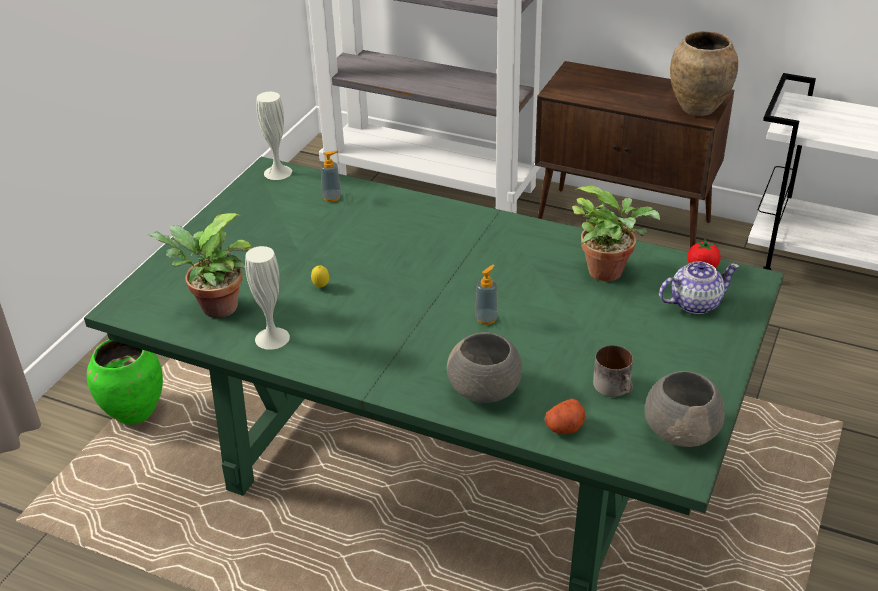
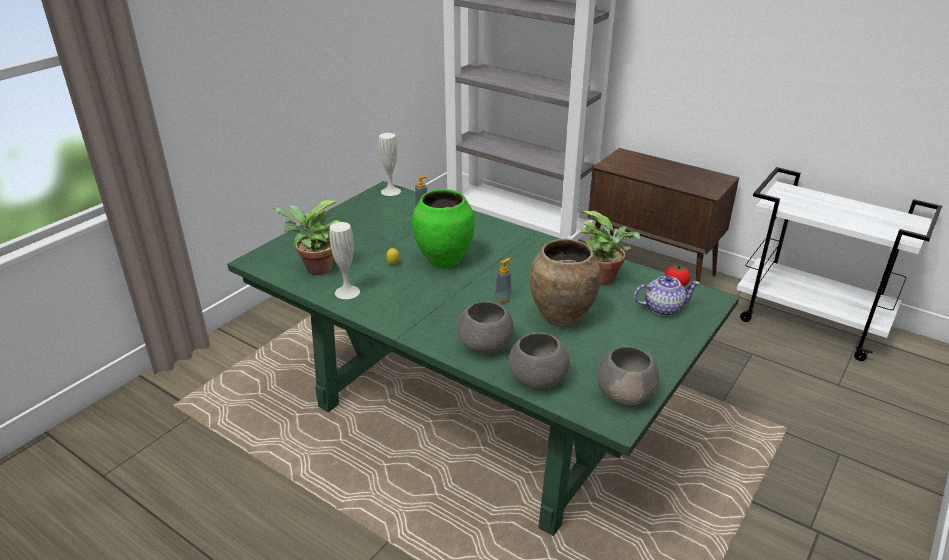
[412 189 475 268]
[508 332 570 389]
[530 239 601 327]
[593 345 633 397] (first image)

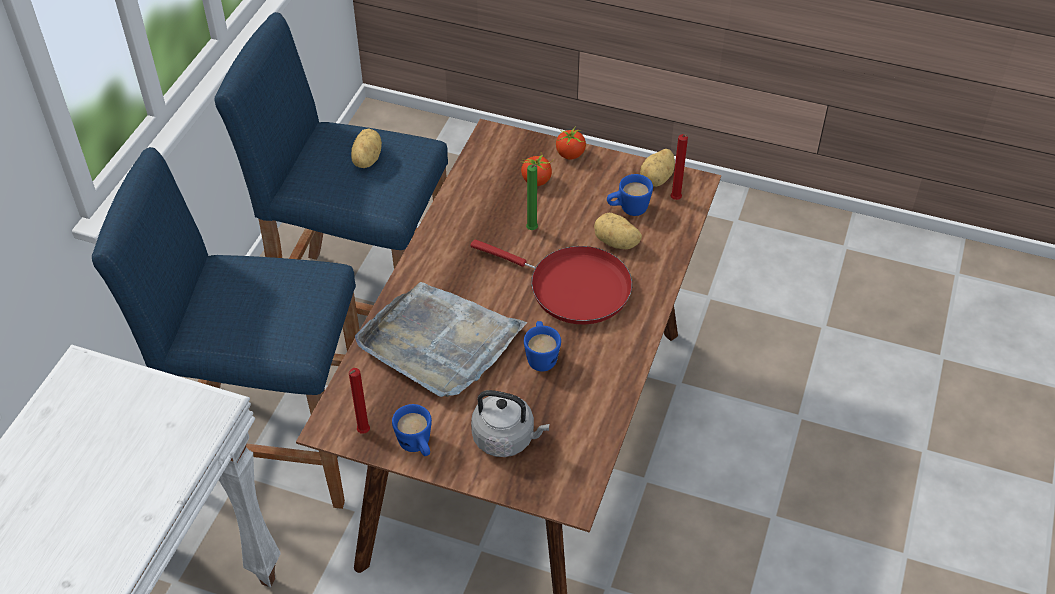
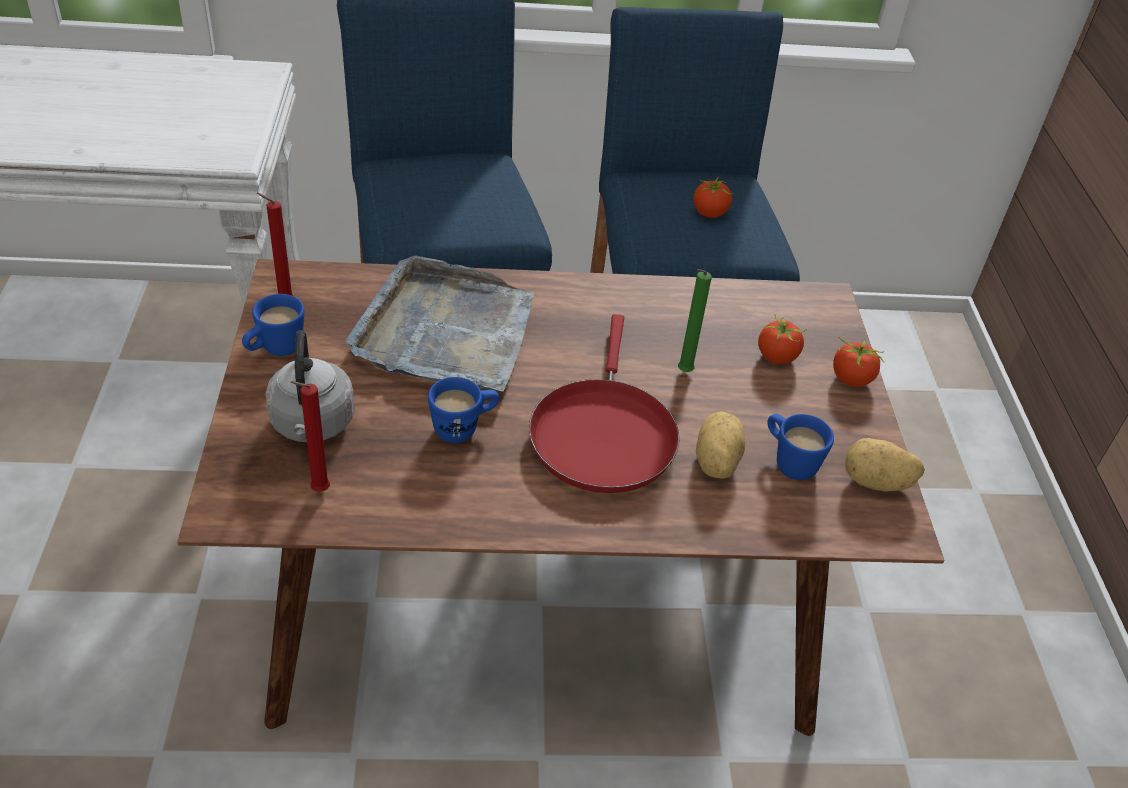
[290 381 330 492]
[693 176 734 218]

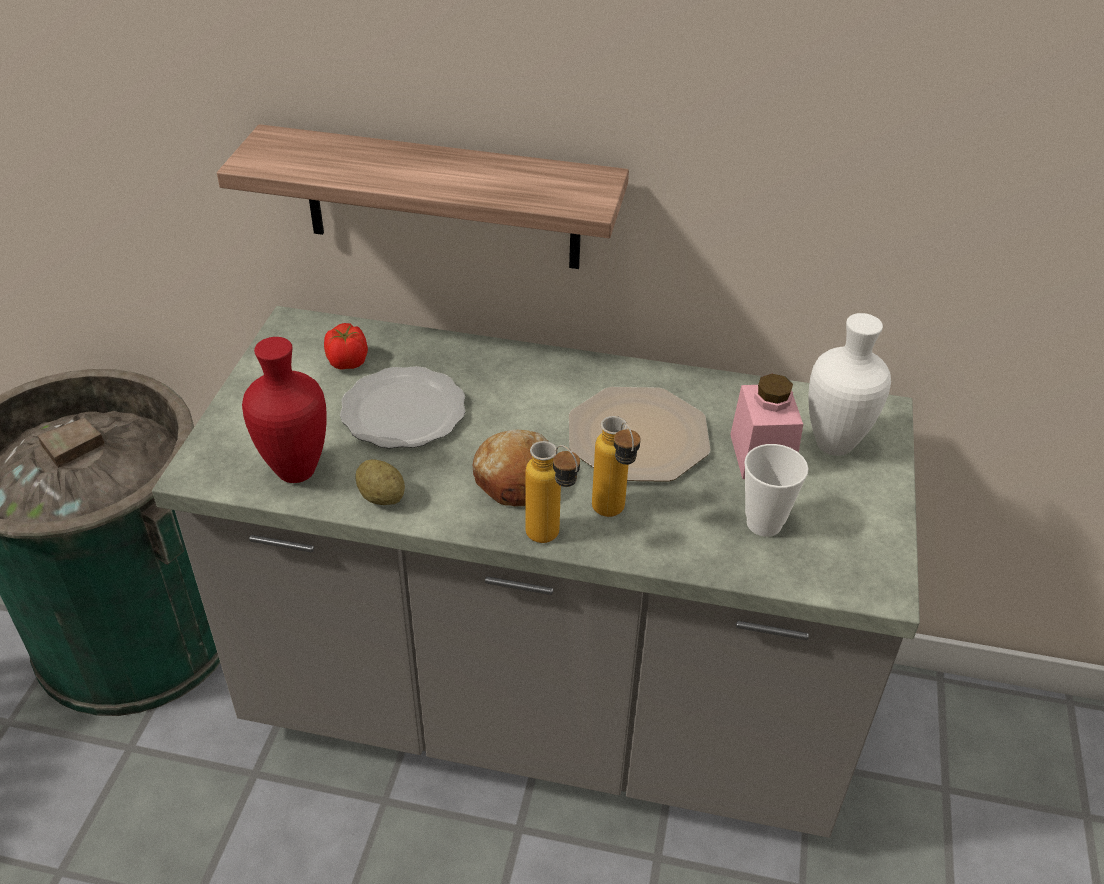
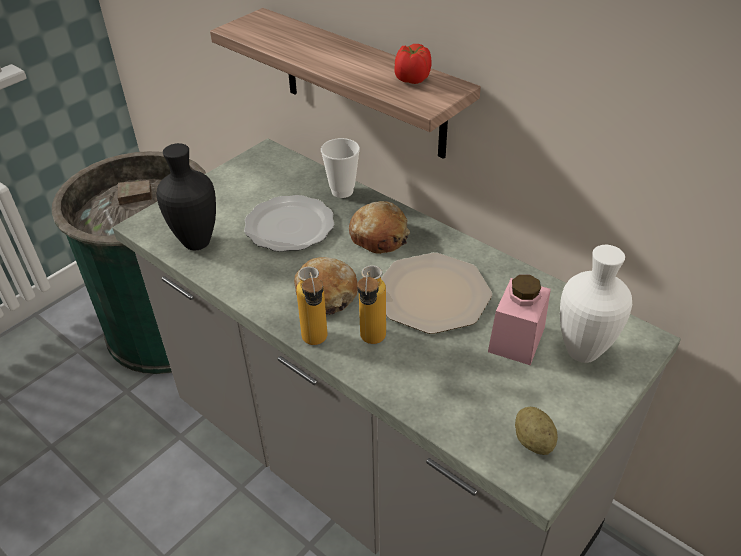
[156 143 216 250]
[321 138 360 198]
[349 201 410 254]
[395 44 431 84]
[515 407 558 455]

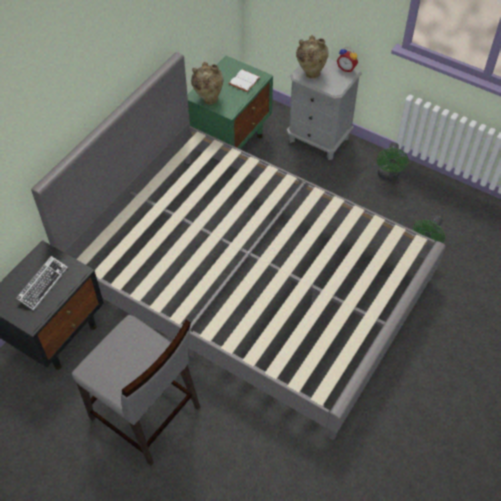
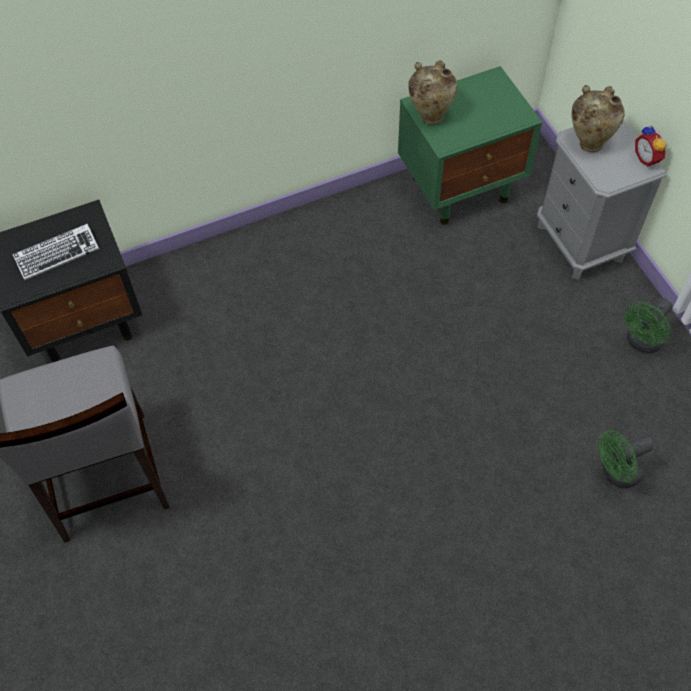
[31 52 446 440] (first image)
[229 69 261 92] (first image)

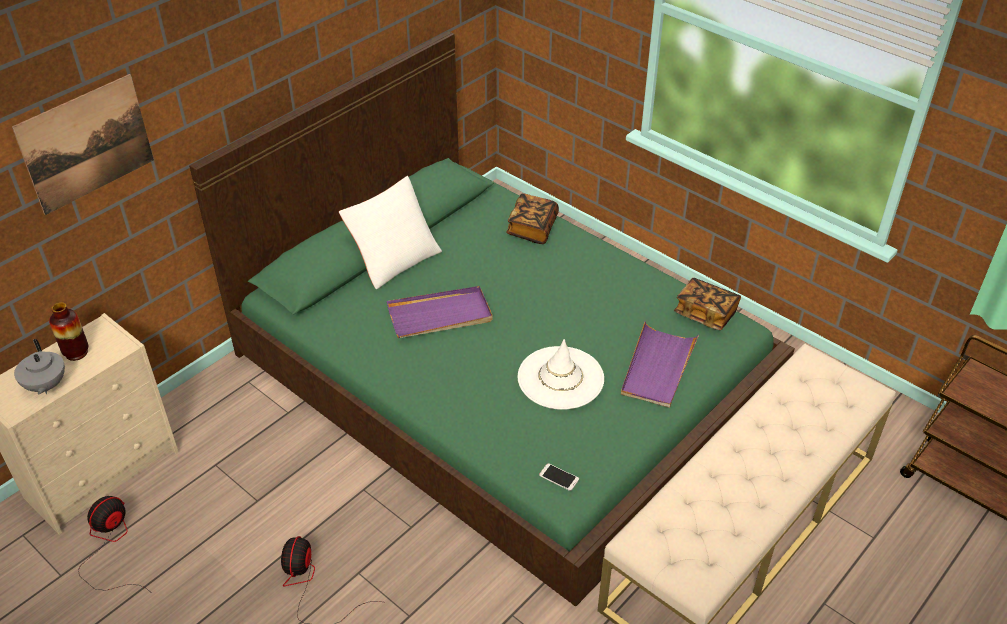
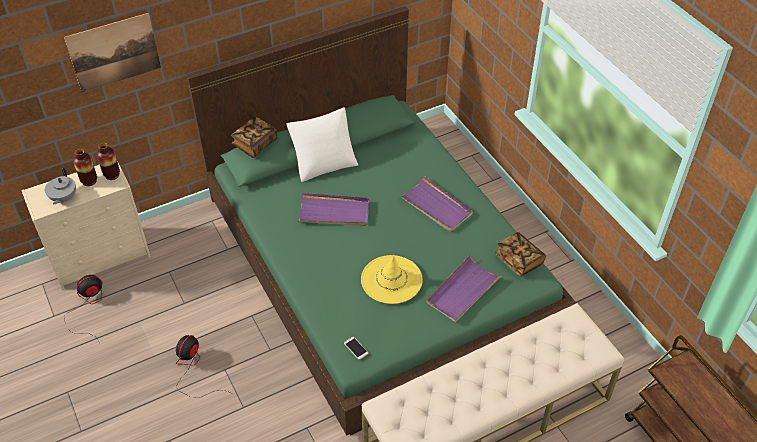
[97 143 120 180]
[231 116 277 158]
[361 255 423 304]
[399 176 473 232]

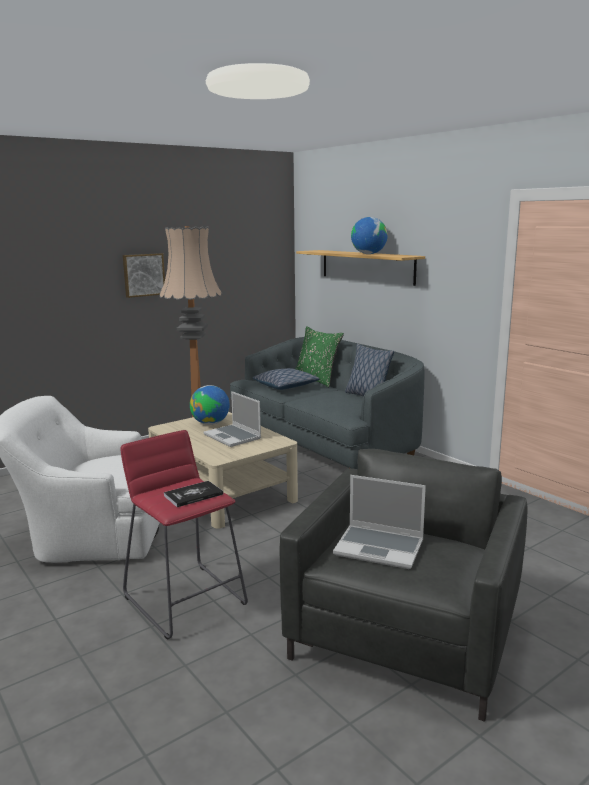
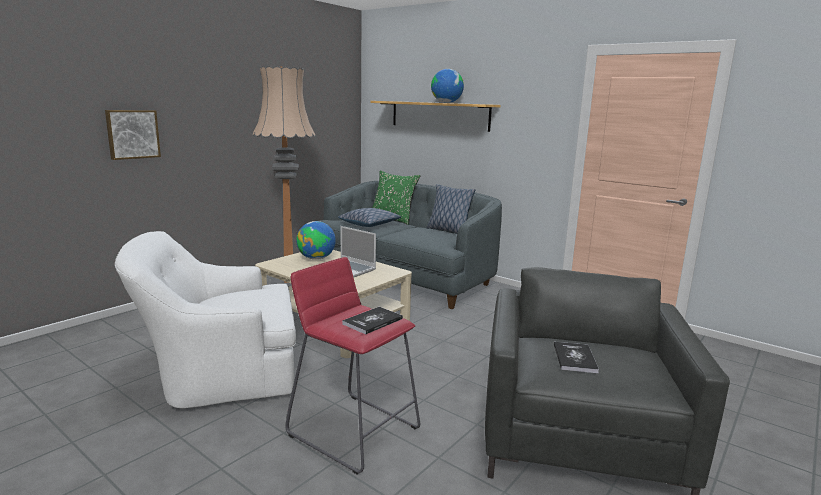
[105 110 161 160]
[554 342 599 373]

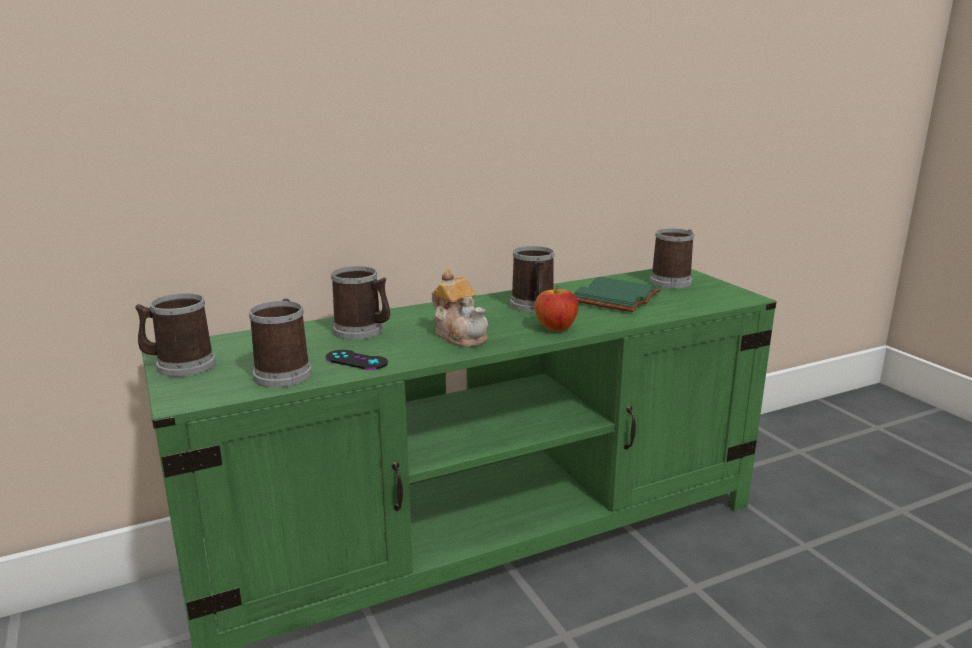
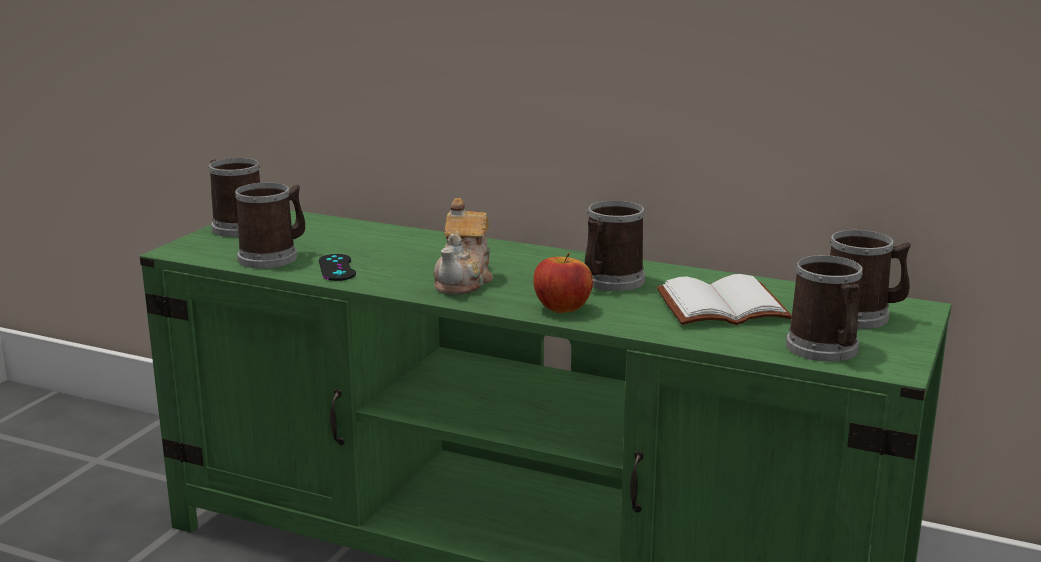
[657 274 792 325]
[786 255 863 362]

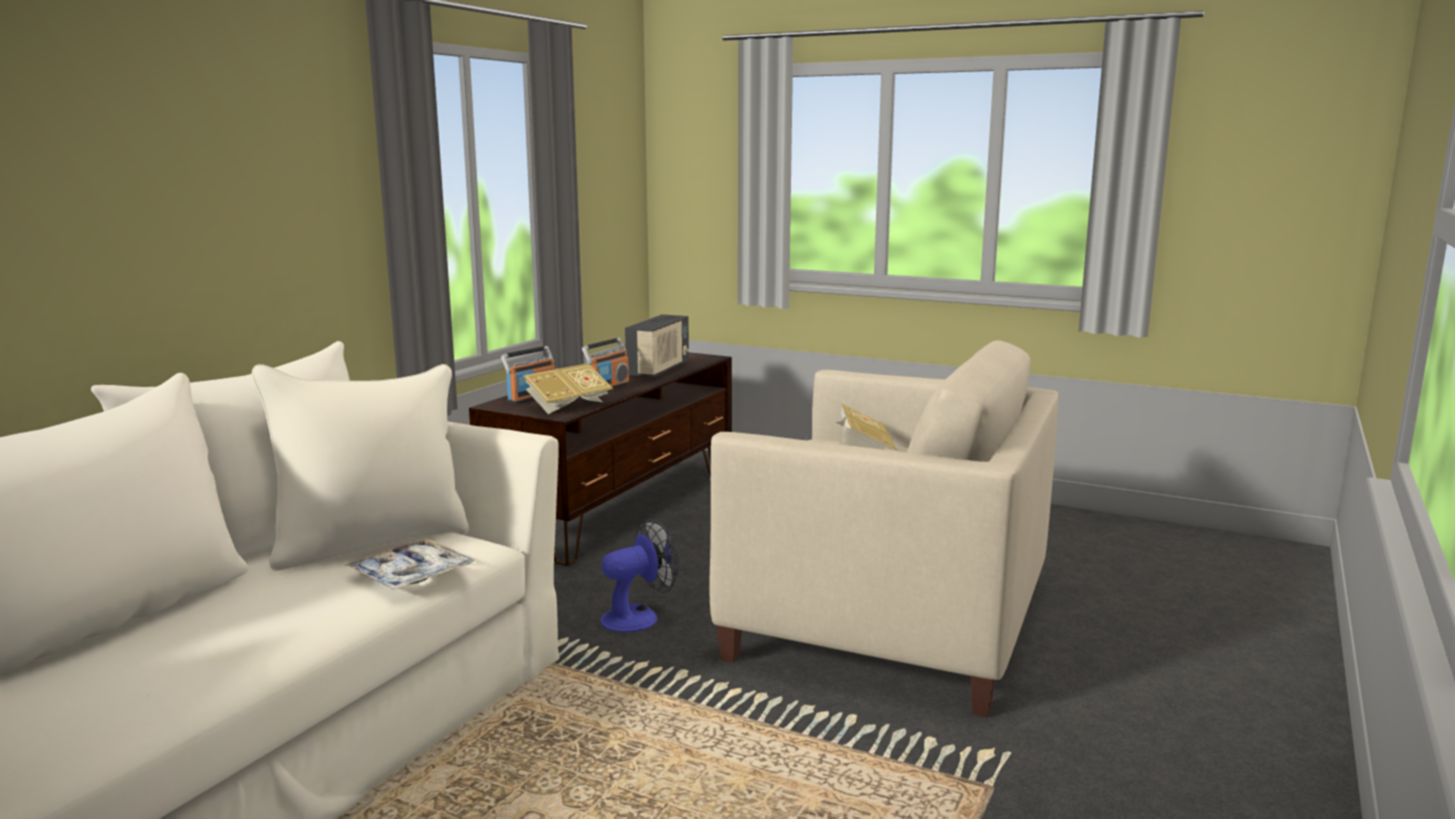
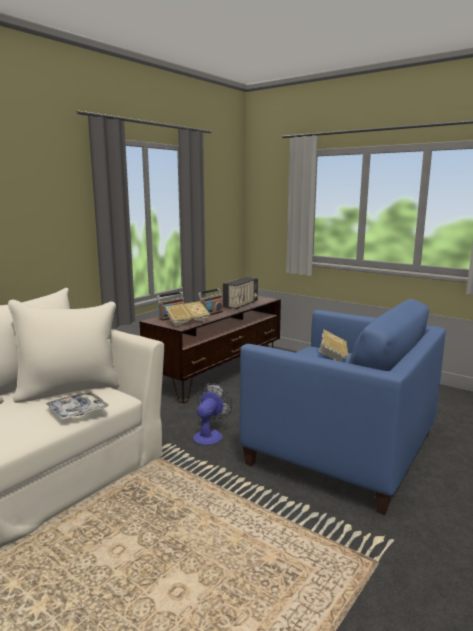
[194 383 232 445]
[239 299 446 515]

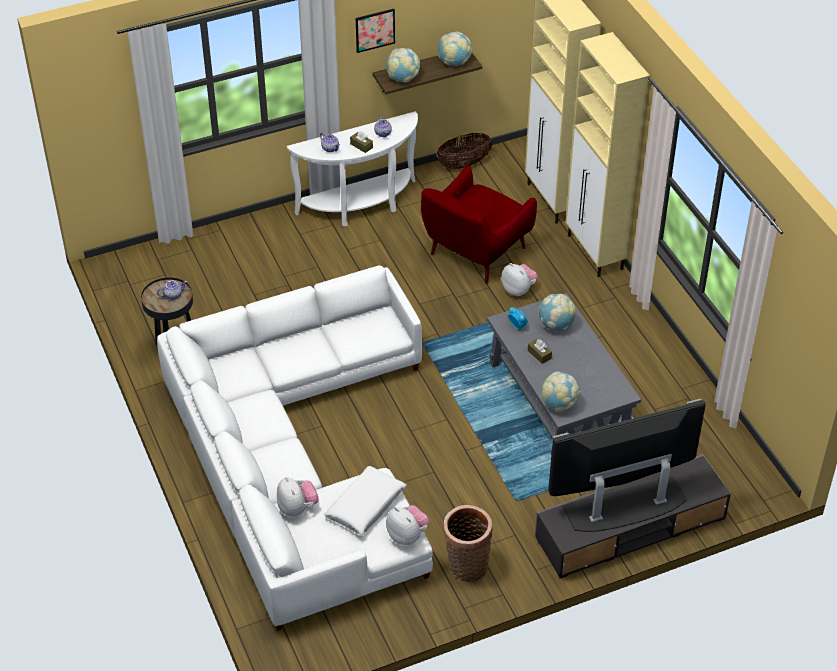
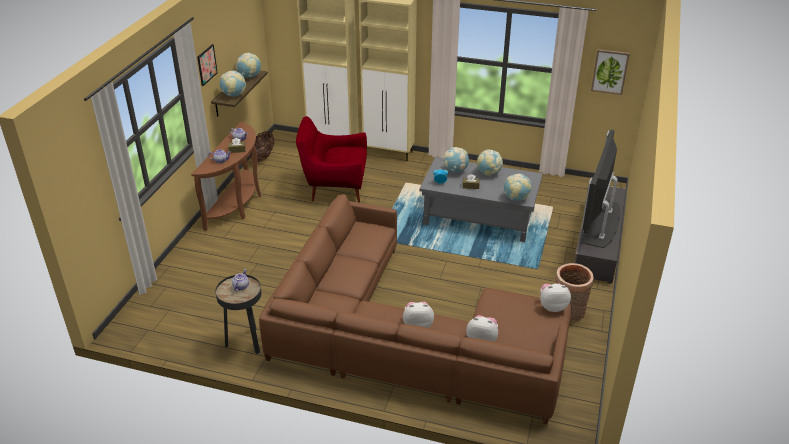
[191 122 261 231]
[259 194 572 424]
[296 116 367 203]
[403 302 434 328]
[477 150 503 175]
[591 49 630 95]
[324 466 407 535] (first image)

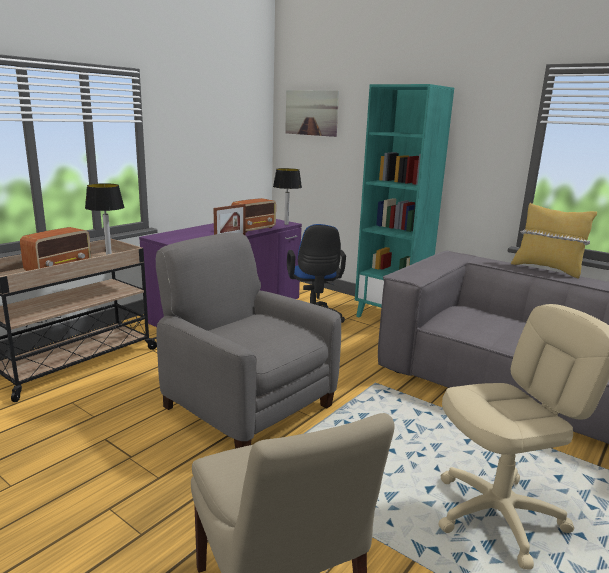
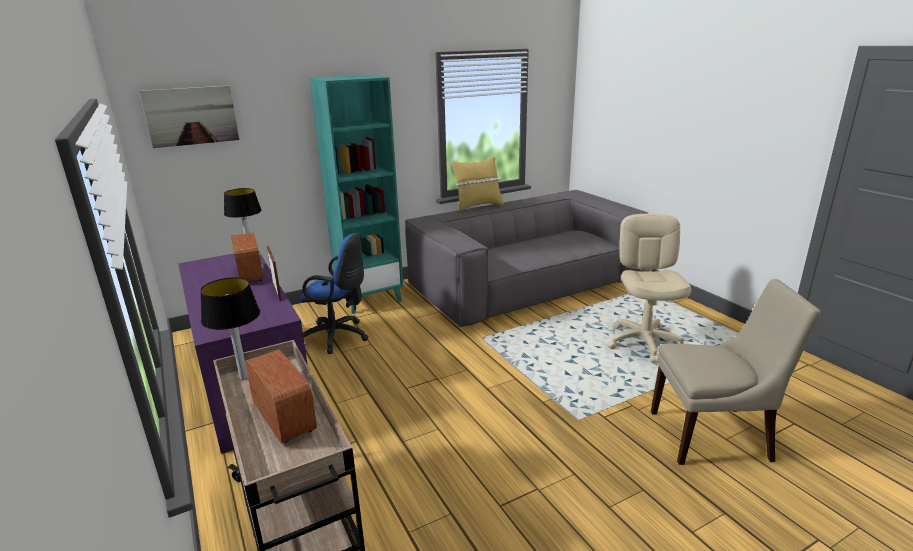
[156 232 341 449] (first image)

